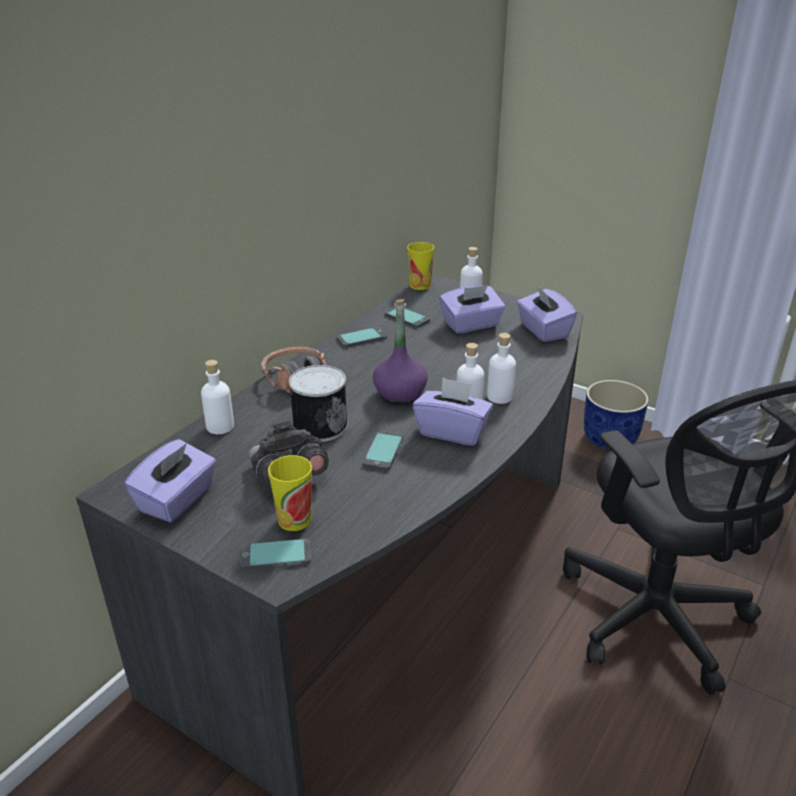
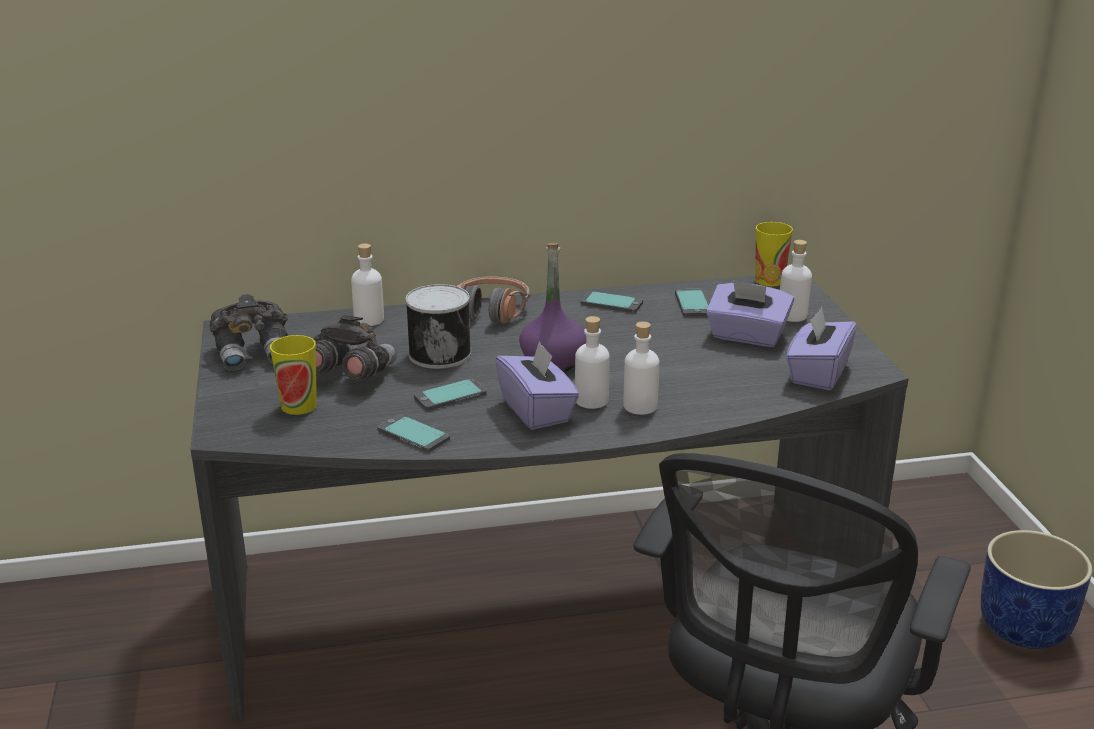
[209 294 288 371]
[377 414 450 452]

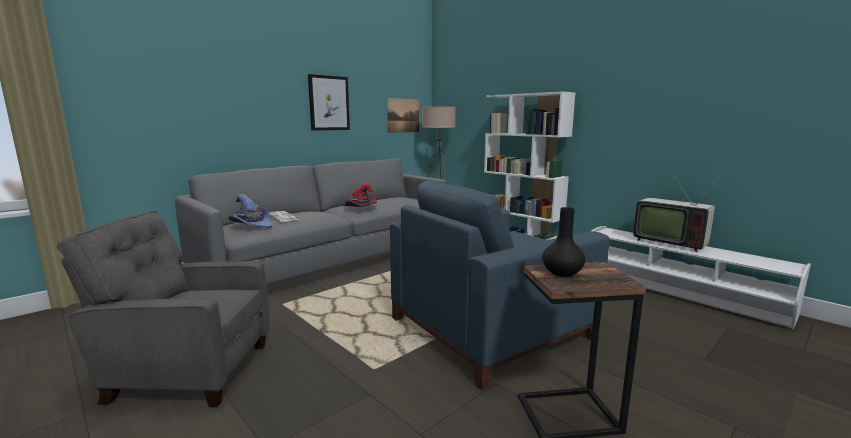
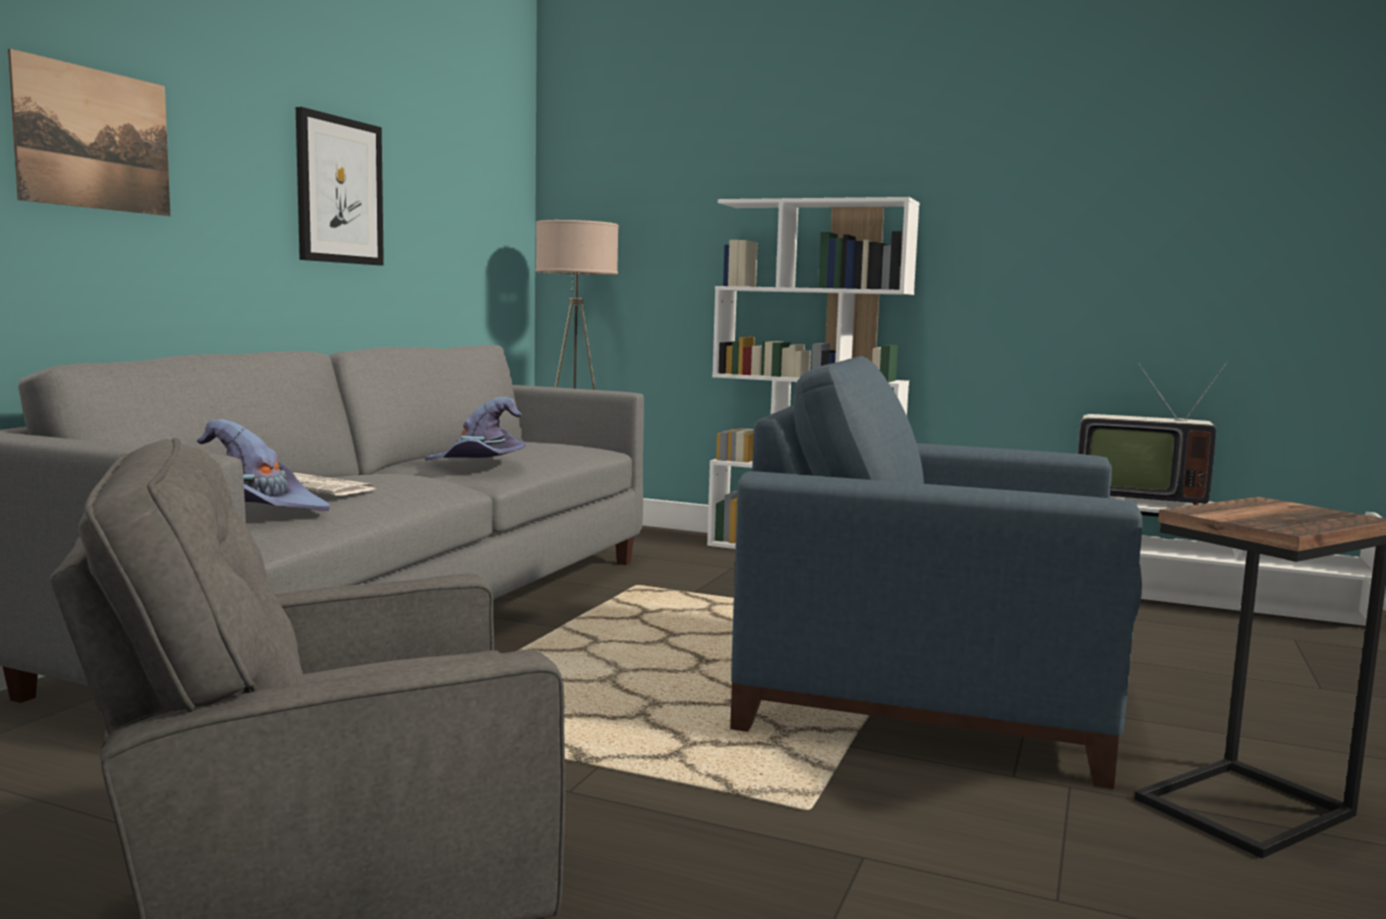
[8 49 170 216]
[425 397 526 461]
[730 356 1142 789]
[542 207 585 277] (first image)

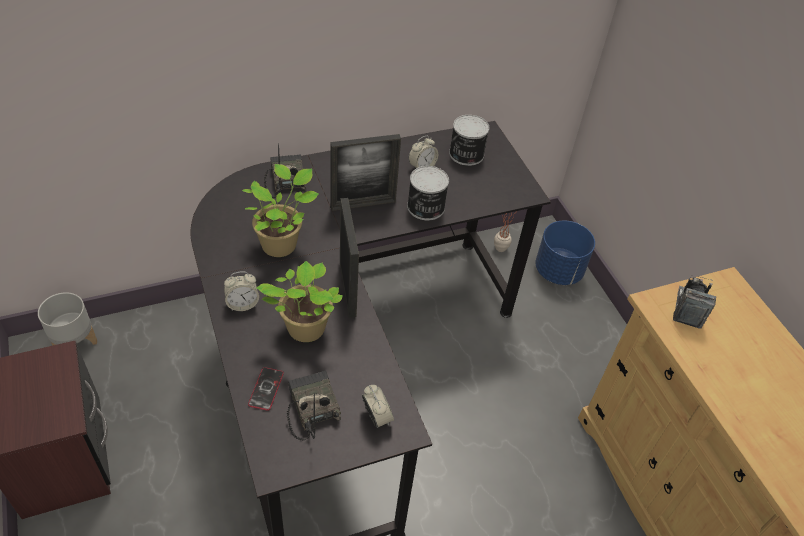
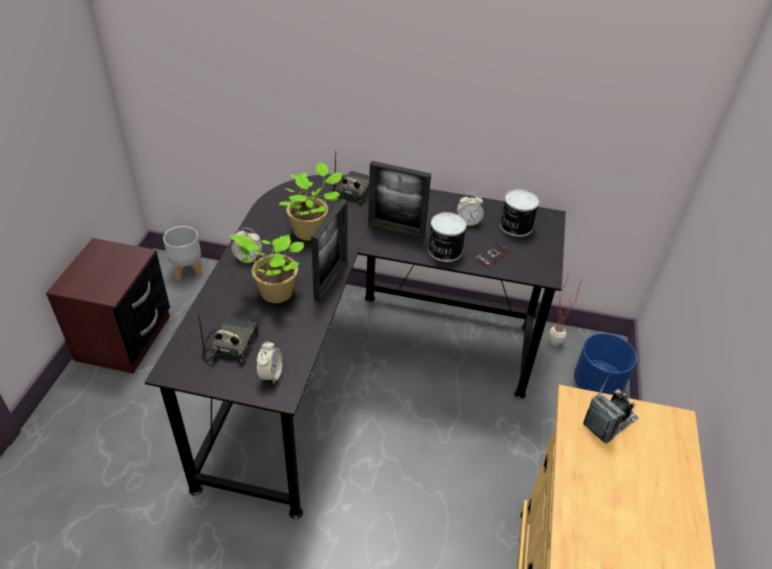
[476 243 509 266]

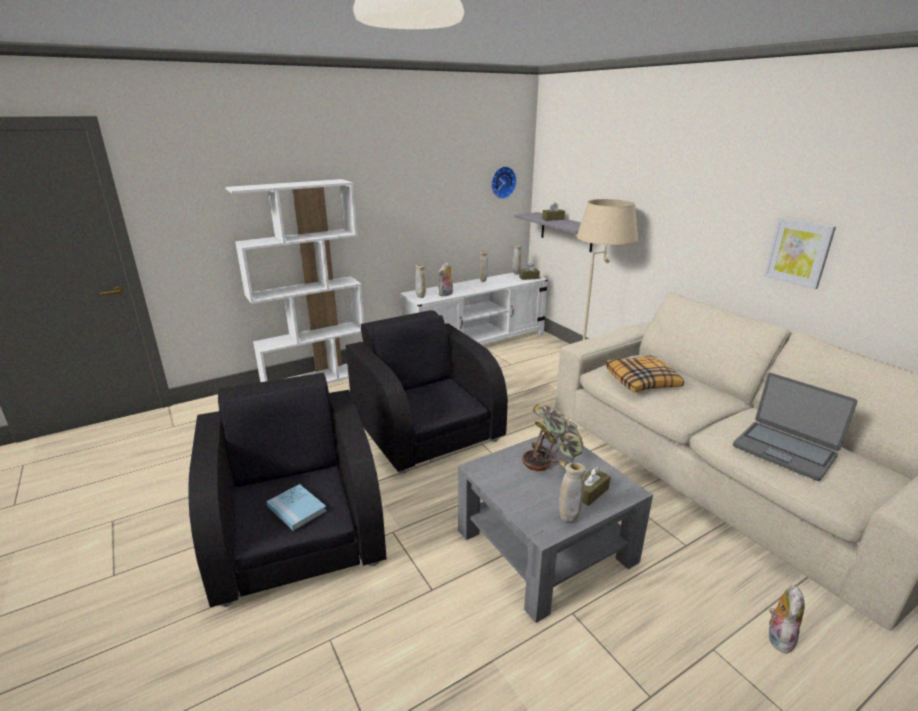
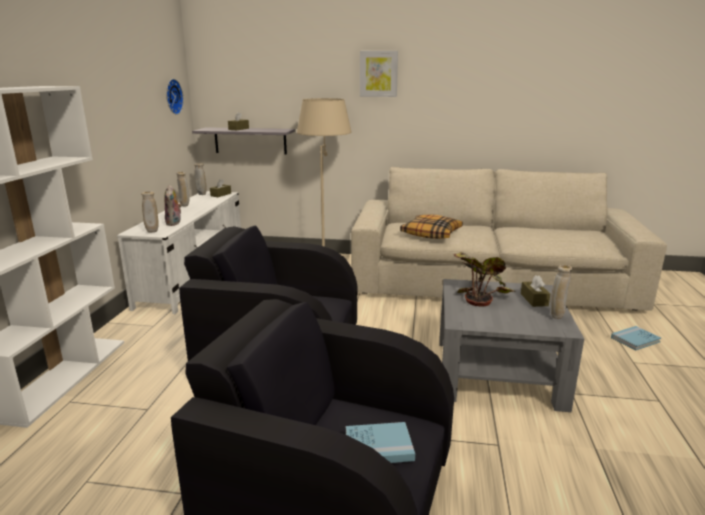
[360 51 398 97]
[611 326 661 350]
[733 373 858 481] (first image)

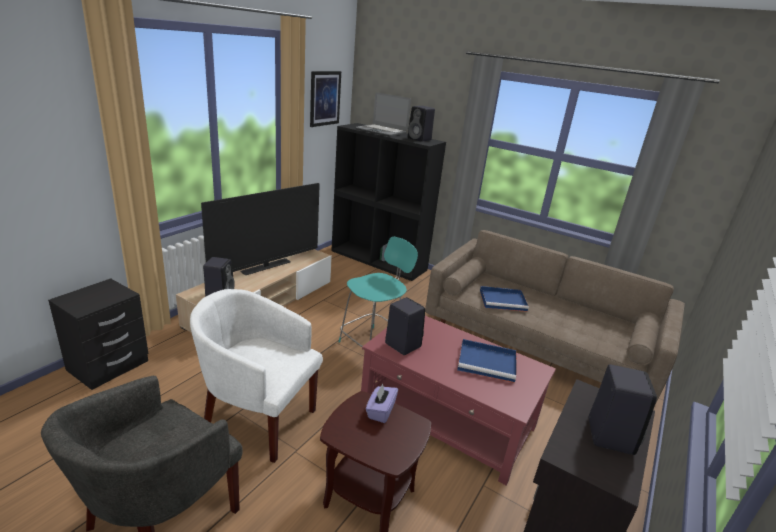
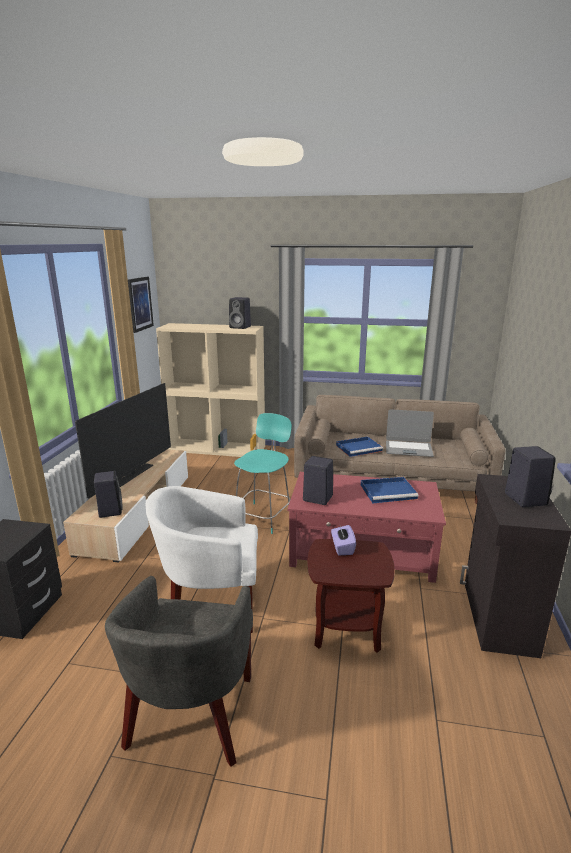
[156 323 265 457]
[386 409 434 457]

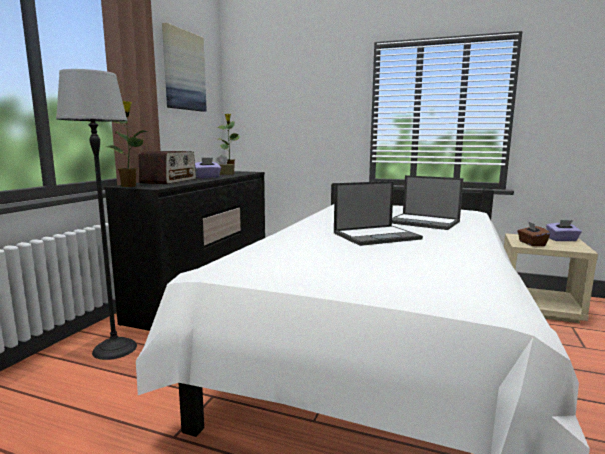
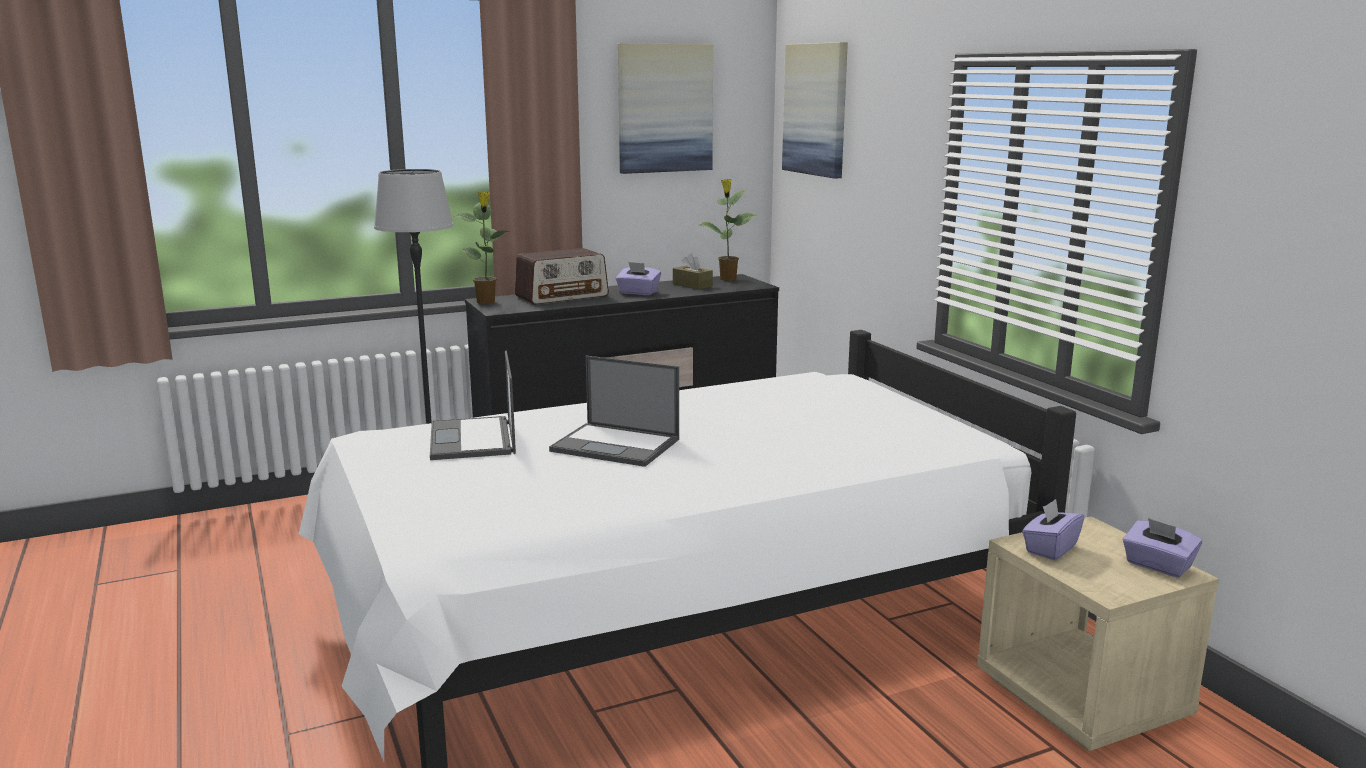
[430 351 516 460]
[782 42 848 179]
[1022 499 1085 560]

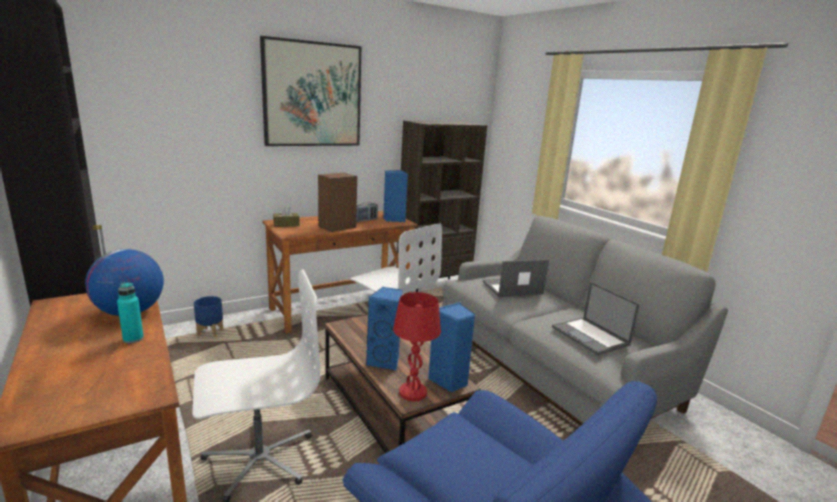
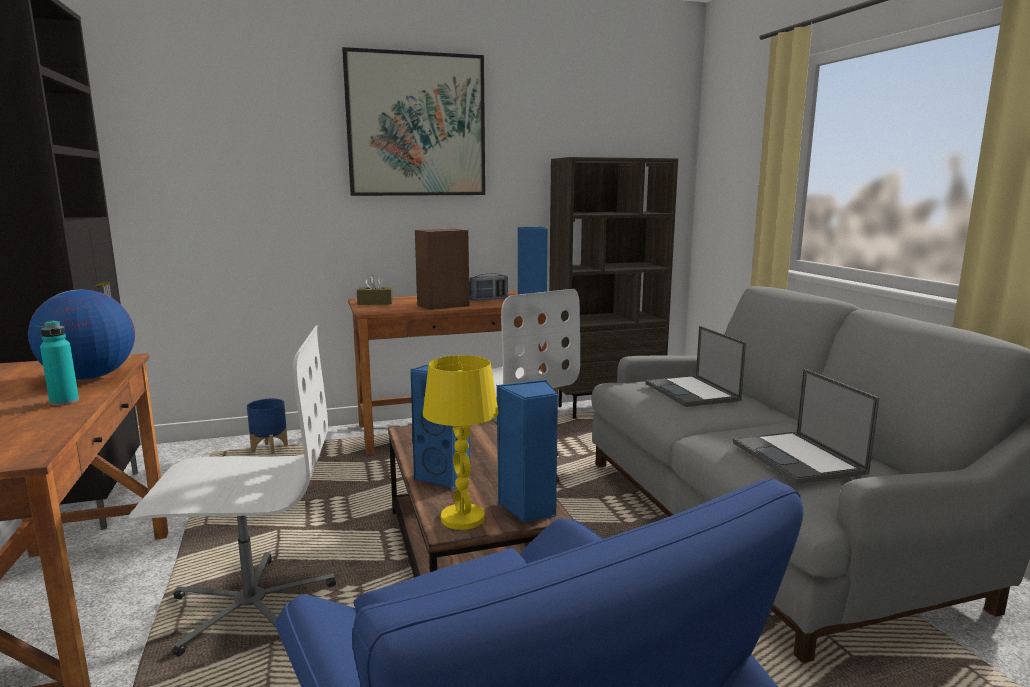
[423 355 498 530]
[646 326 746 407]

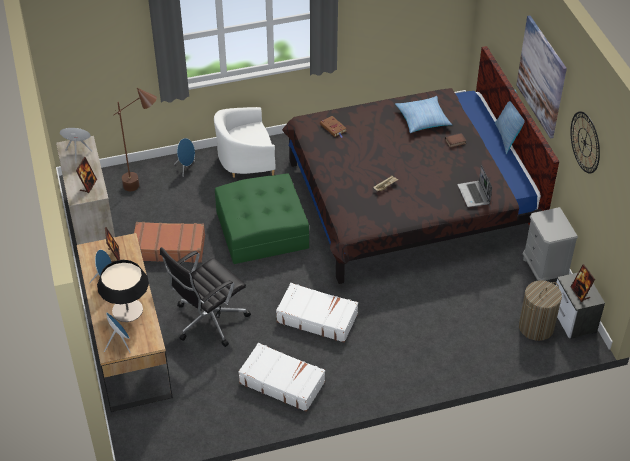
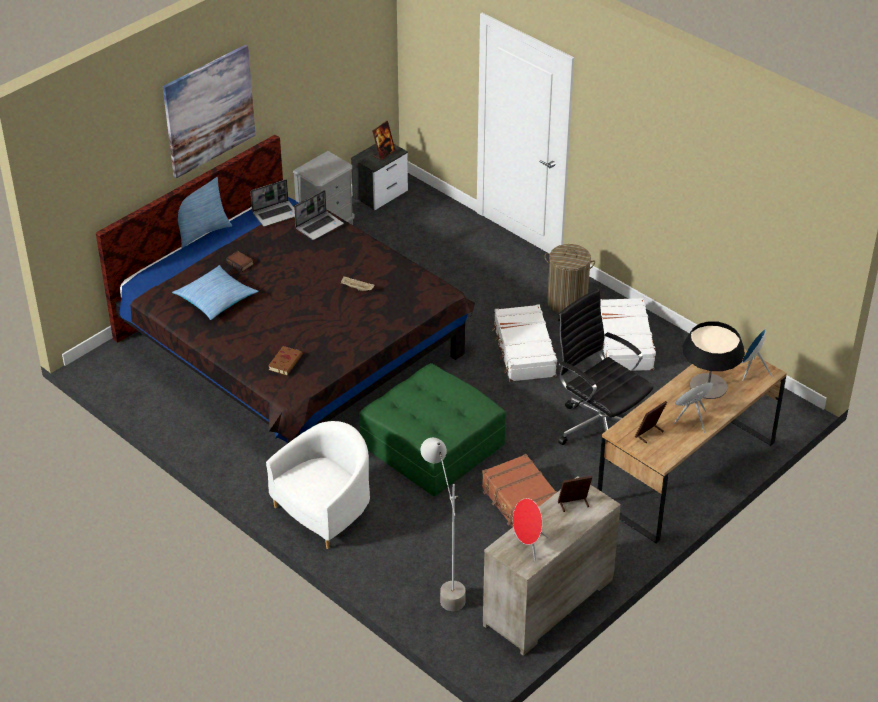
[251 179 295 227]
[266 421 370 549]
[421 438 465 611]
[545 244 595 313]
[558 289 653 463]
[174 138 195 176] (first image)
[570 111 600 174] (first image)

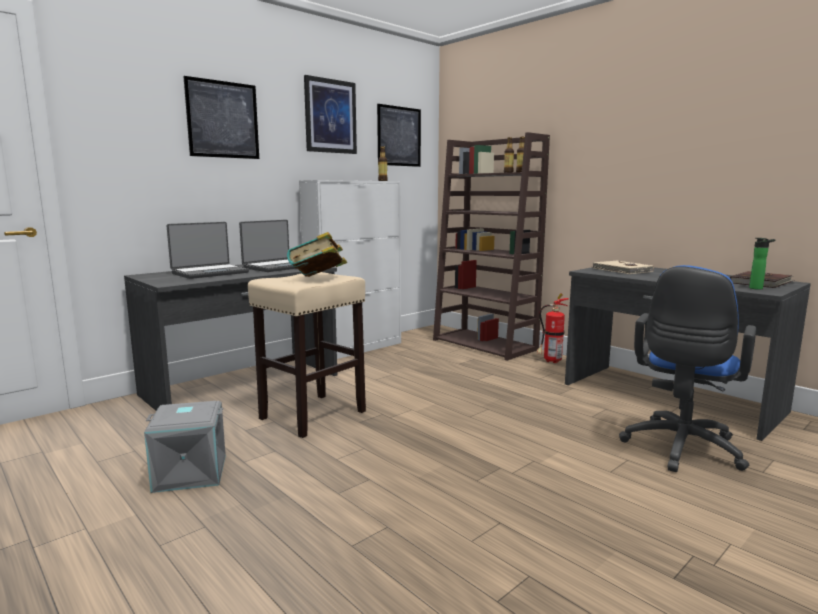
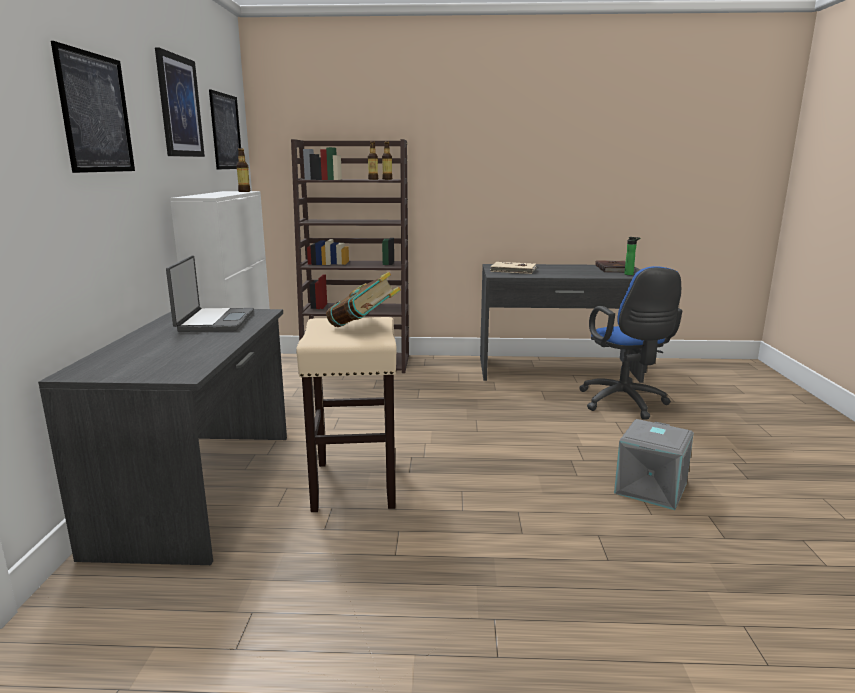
[614 419 694 510]
[167 222 249 279] (first image)
[536 294 569 363] (first image)

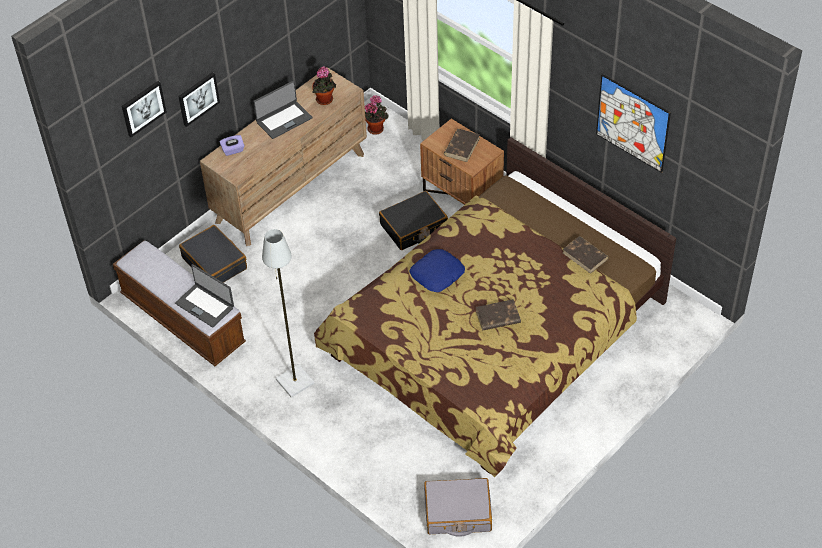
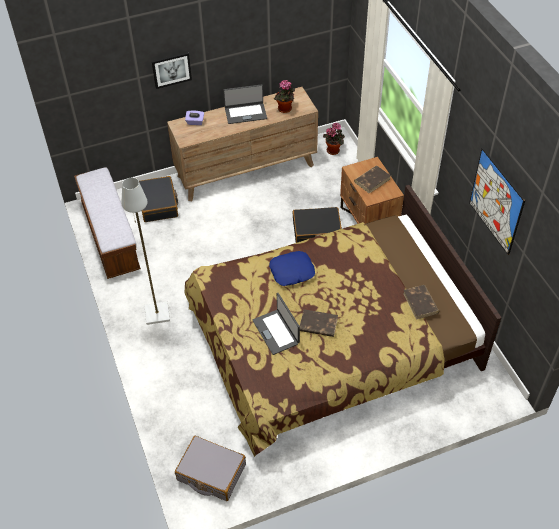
[253 293 300 355]
[122 81 167 137] (first image)

